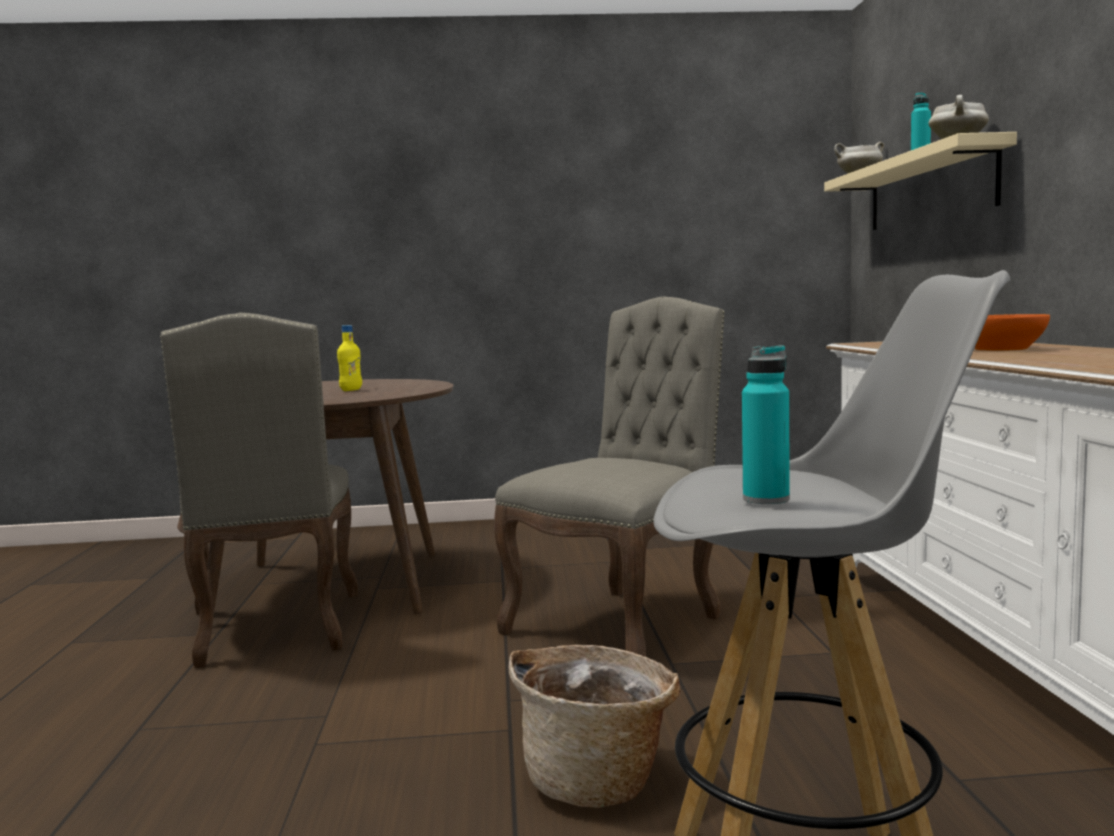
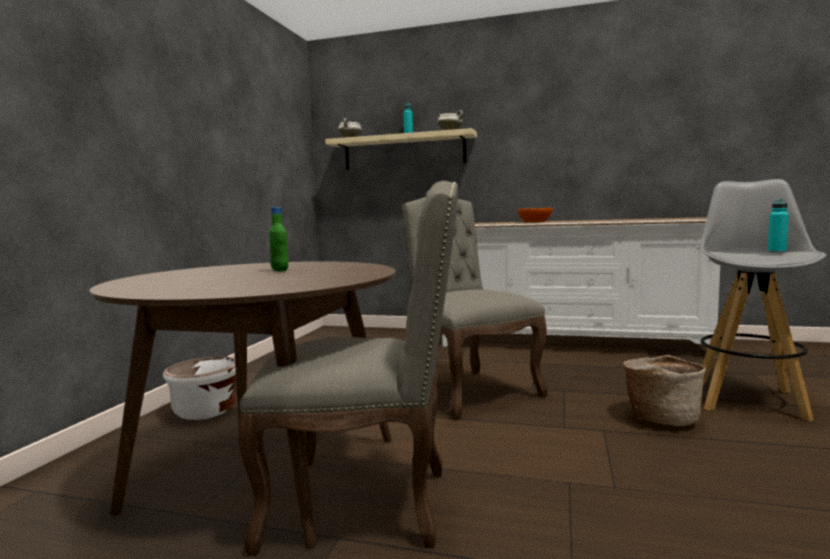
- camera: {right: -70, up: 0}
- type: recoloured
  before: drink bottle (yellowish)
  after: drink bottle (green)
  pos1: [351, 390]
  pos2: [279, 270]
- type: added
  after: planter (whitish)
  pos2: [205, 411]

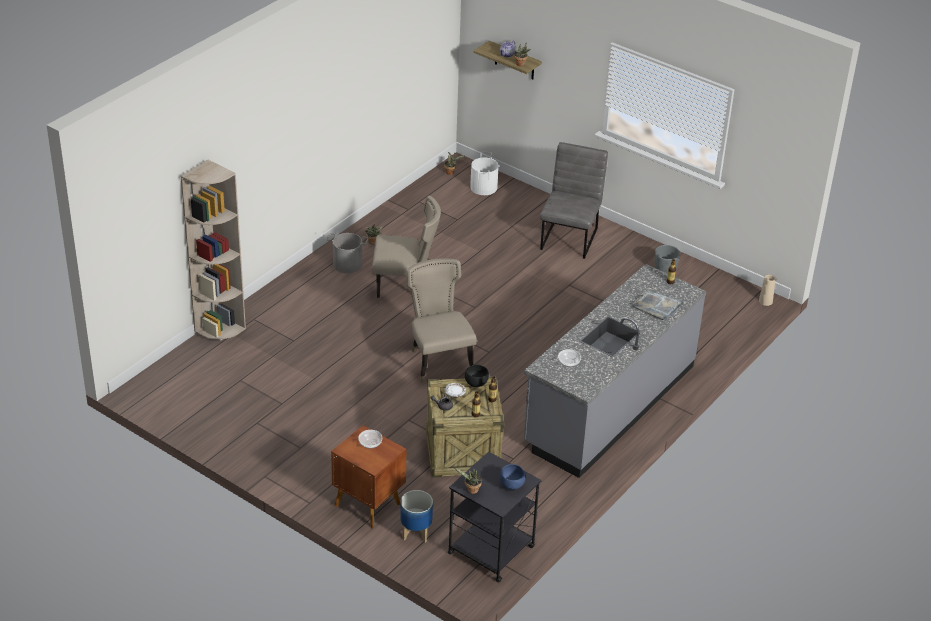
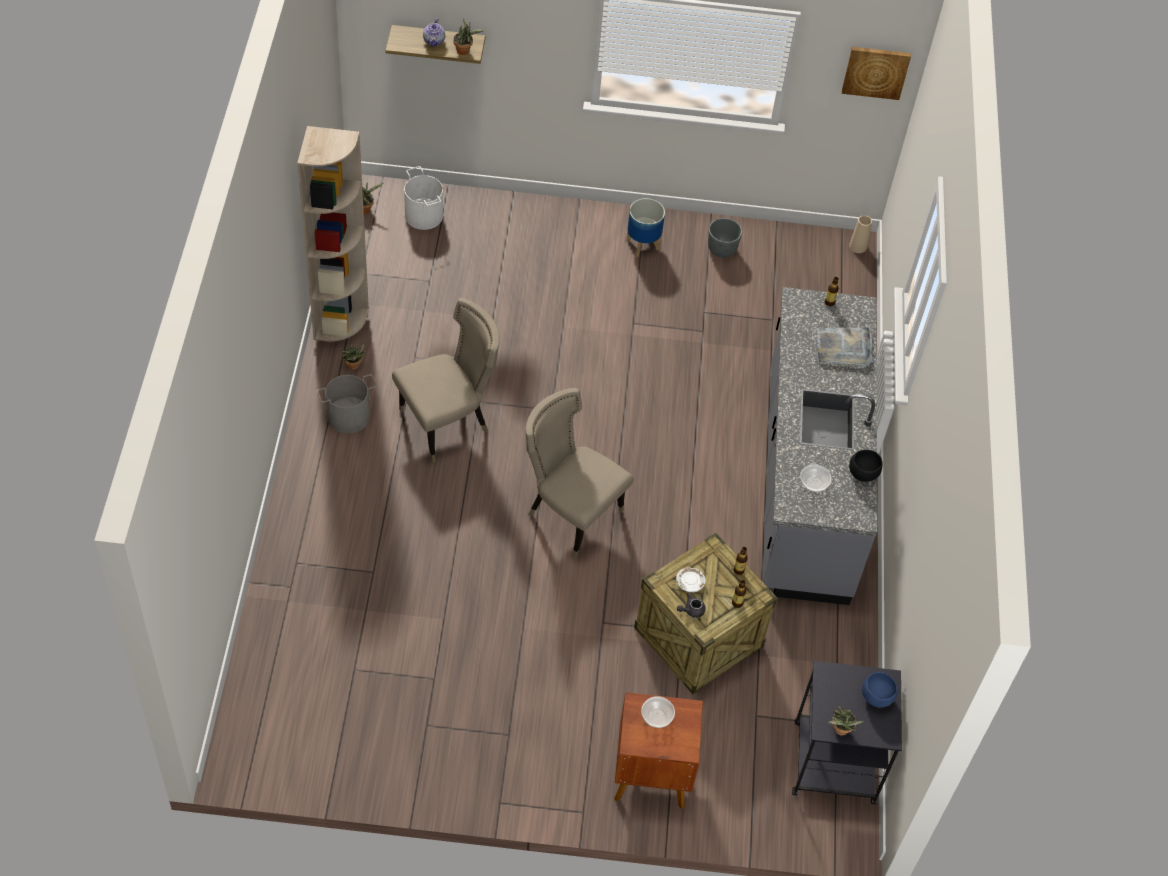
- camera: {right: -35, up: 15}
- type: removed
  before: chair (greyish)
  pos1: [570, 237]
- type: moved
  before: bookshelf (beige-coloured)
  pos1: [220, 333]
  pos2: [340, 327]
- type: moved
  before: serving bowl (black-coloured)
  pos1: [476, 383]
  pos2: [862, 473]
- type: moved
  before: planter
  pos1: [416, 532]
  pos2: [642, 244]
- type: added
  after: picture
  pos2: [875, 71]

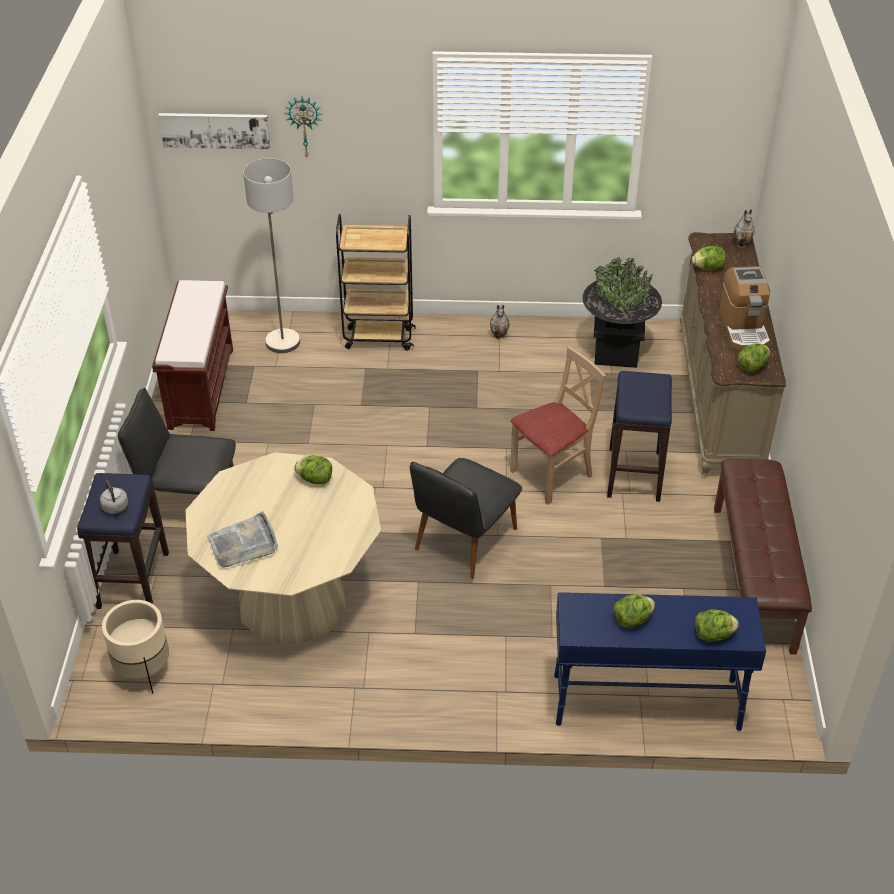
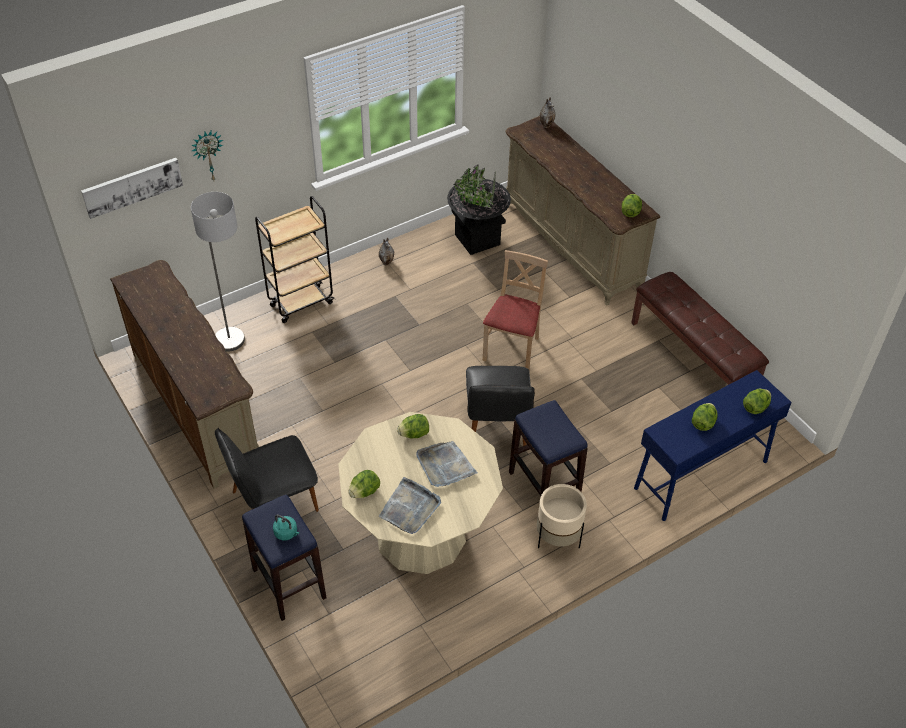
- camera: {right: -35, up: 5}
- type: moved
  before: lettuce head
  pos1: [708, 268]
  pos2: [364, 491]
- type: removed
  before: coffee machine
  pos1: [743, 328]
- type: replaced
  before: indoor bench (brown-coloured)
  after: cupboard (beige-coloured)
  pos1: [201, 387]
  pos2: [197, 407]
- type: moved
  before: stool
  pos1: [634, 475]
  pos2: [544, 487]
- type: recoloured
  before: kettle (greyish)
  after: kettle (turquoise)
  pos1: [115, 508]
  pos2: [287, 533]
- type: moved
  before: planter (beige-coloured)
  pos1: [143, 671]
  pos2: [558, 538]
- type: added
  after: carrying tray (greyish)
  pos2: [445, 466]

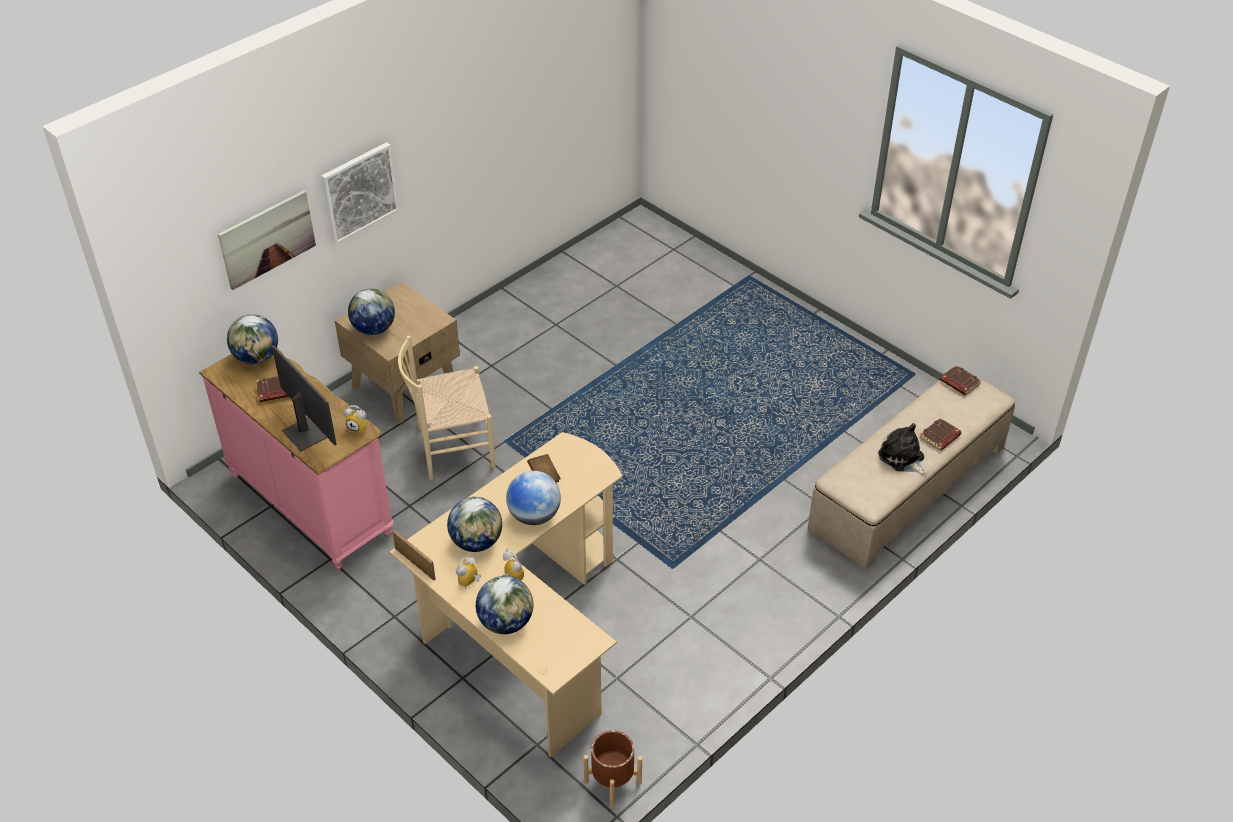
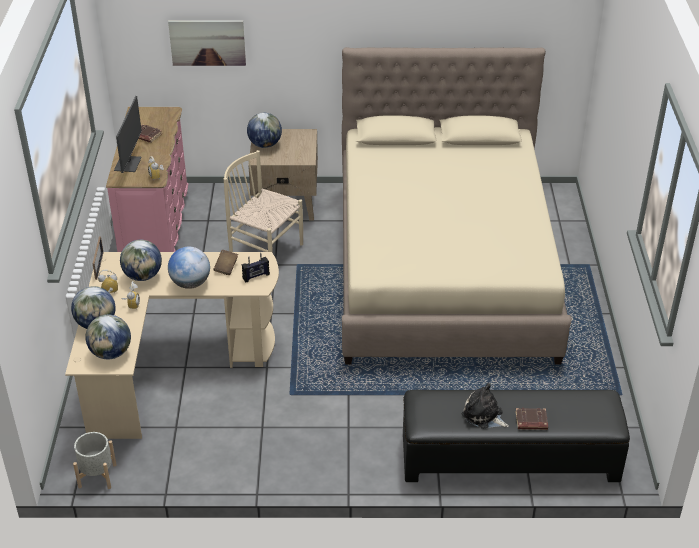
- camera: {right: 45, up: -5}
- type: removed
  before: picture
  pos1: [359, 192]
- type: moved
  before: globe
  pos1: [257, 357]
  pos2: [111, 353]
- type: removed
  before: bound book (brown-coloured)
  pos1: [959, 383]
- type: recoloured
  before: indoor bench (beige-coloured)
  after: indoor bench (black-coloured)
  pos1: [908, 488]
  pos2: [508, 457]
- type: turned
  before: plush toy
  pos1: [902, 458]
  pos2: [484, 415]
  turn: -60
- type: recoloured
  before: planter (brown-coloured)
  after: planter (greyish)
  pos1: [613, 782]
  pos2: [97, 476]
- type: added
  after: bedroom bed (beige-coloured)
  pos2: [443, 267]
- type: added
  after: radio receiver
  pos2: [256, 276]

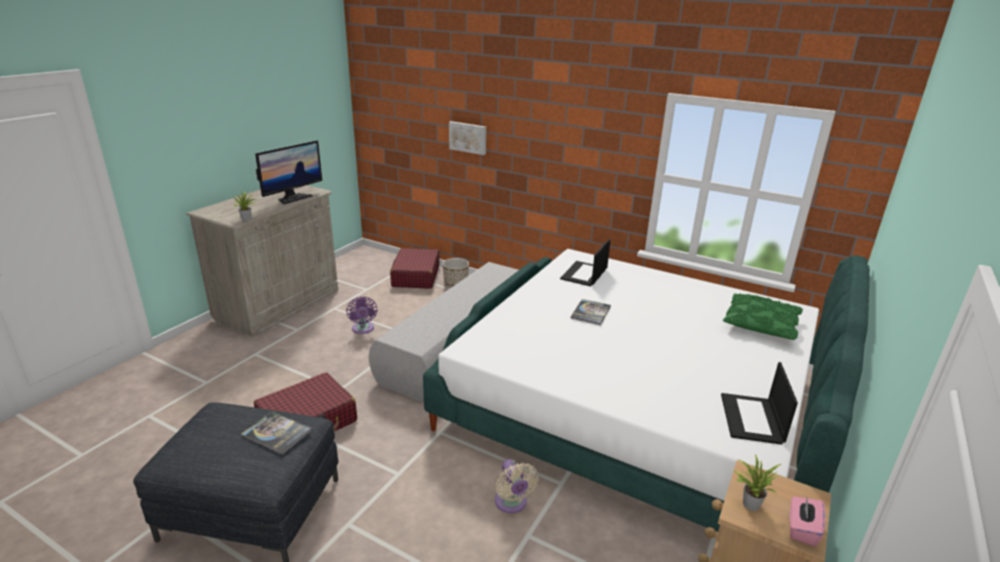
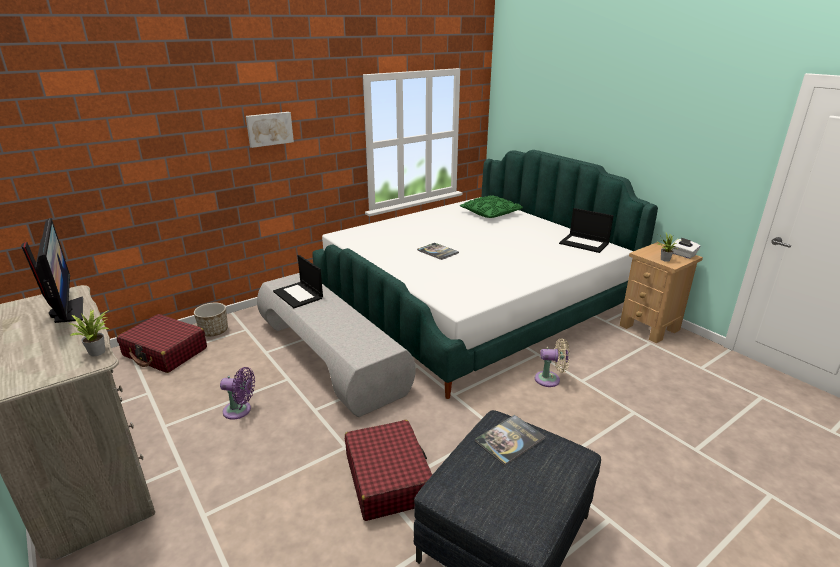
- camera: {right: -65, up: 0}
- type: moved
  before: picture
  pos1: [468, 137]
  pos2: [269, 129]
- type: moved
  before: notebook computer
  pos1: [584, 274]
  pos2: [298, 295]
- type: recoloured
  before: tissue box (pink-coloured)
  after: tissue box (whitish)
  pos1: [801, 529]
  pos2: [683, 255]

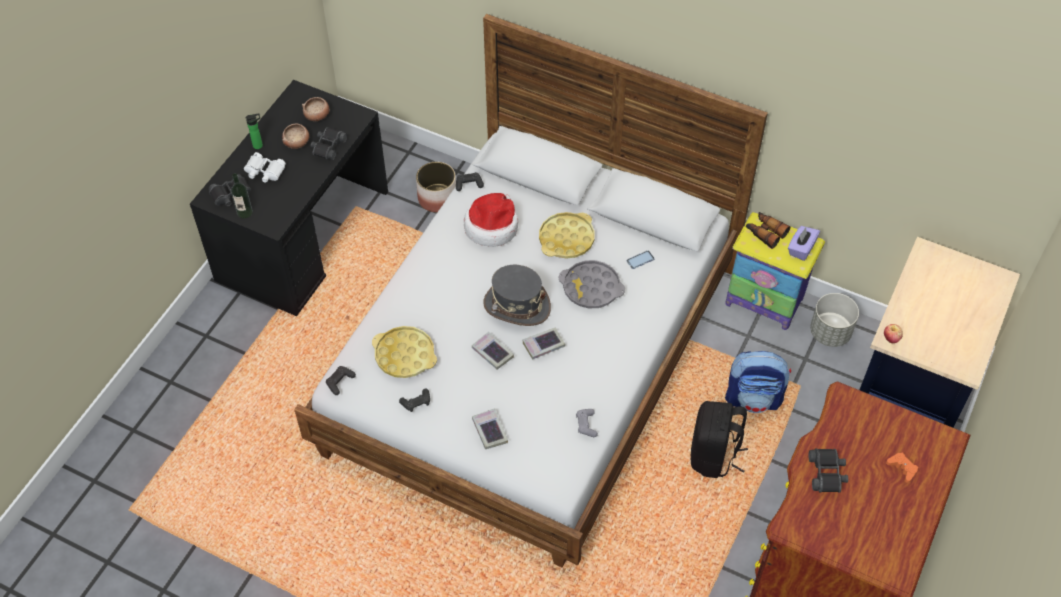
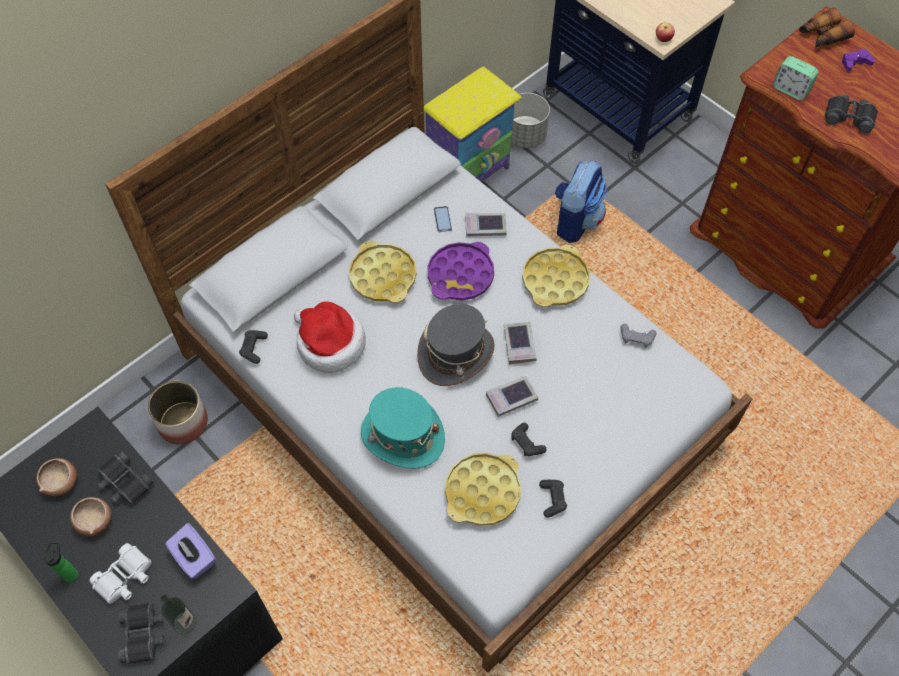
- camera: {right: -70, up: 5}
- type: moved
  before: pair of binoculars
  pos1: [765, 232]
  pos2: [822, 36]
- type: moved
  before: tissue box (purple)
  pos1: [801, 249]
  pos2: [194, 557]
- type: recoloured
  before: carrying tray (greyish)
  after: carrying tray (purple)
  pos1: [591, 288]
  pos2: [460, 275]
- type: moved
  before: joypad (black-coloured)
  pos1: [340, 382]
  pos2: [527, 443]
- type: removed
  before: rucksack (black-coloured)
  pos1: [713, 456]
- type: moved
  before: bound book
  pos1: [489, 431]
  pos2: [485, 227]
- type: recoloured
  before: joypad (orange-coloured)
  after: joypad (purple)
  pos1: [902, 468]
  pos2: [855, 62]
- type: added
  after: bedside clock
  pos2: [790, 89]
- type: added
  after: carrying tray (yellowish)
  pos2: [555, 280]
- type: added
  after: hat (turquoise)
  pos2: [402, 436]

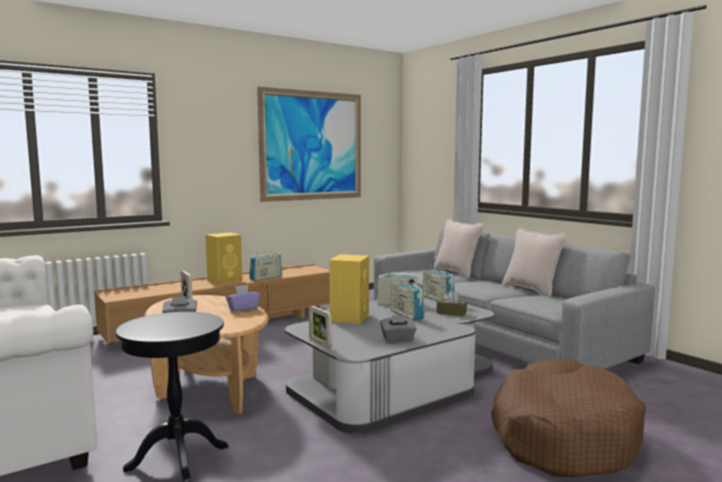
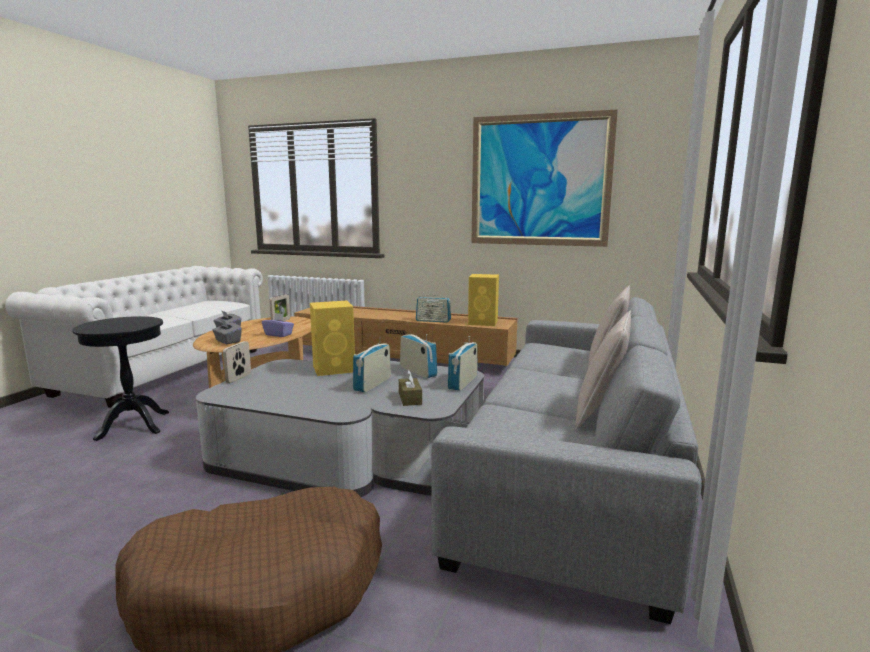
- camera: {right: 55, up: 5}
- type: moved
  before: audio speaker (yellowish)
  pos1: [225, 280]
  pos2: [484, 323]
- type: moved
  before: tissue box (greyish)
  pos1: [398, 339]
  pos2: [227, 341]

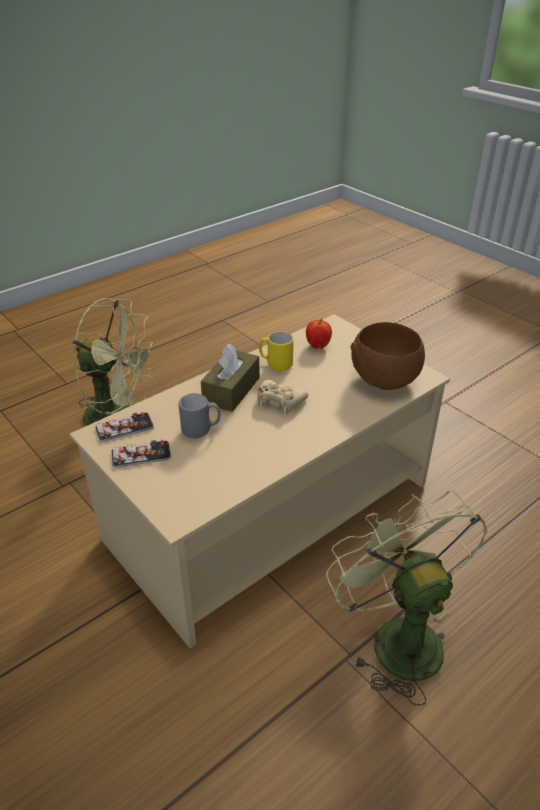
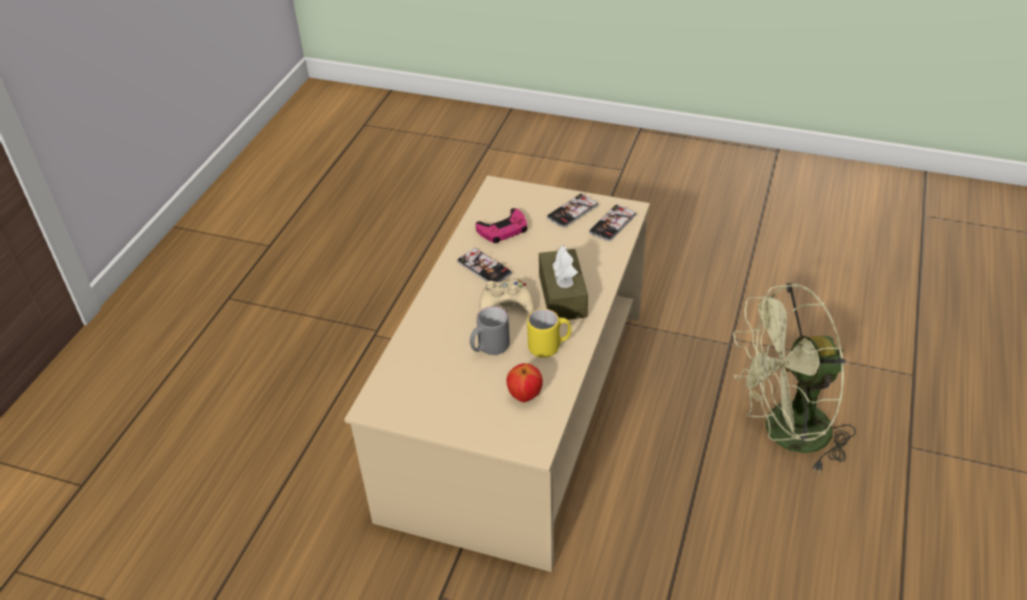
- camera: {right: 150, up: 5}
- type: removed
  before: serving bowl (brown-coloured)
  pos1: [386, 380]
- type: moved
  before: coffee mug (greyish)
  pos1: [201, 430]
  pos2: [489, 348]
- type: removed
  before: fan (green)
  pos1: [396, 636]
- type: added
  after: joypad (pink-coloured)
  pos2: [503, 230]
- type: added
  after: handset
  pos2: [484, 267]

